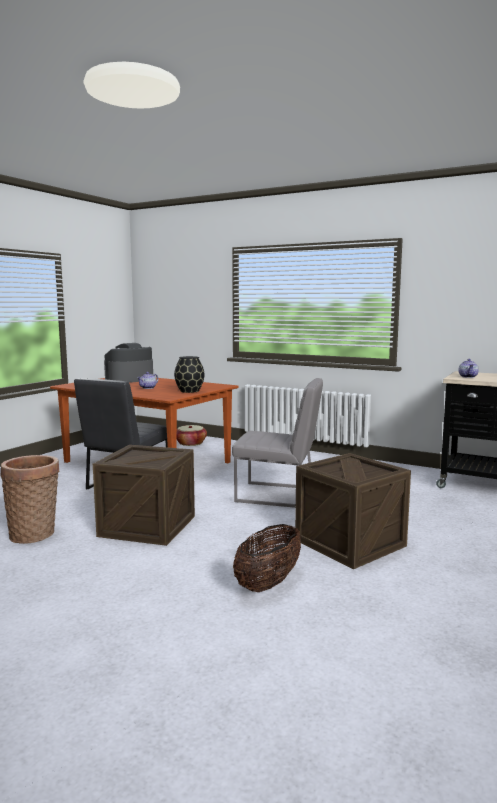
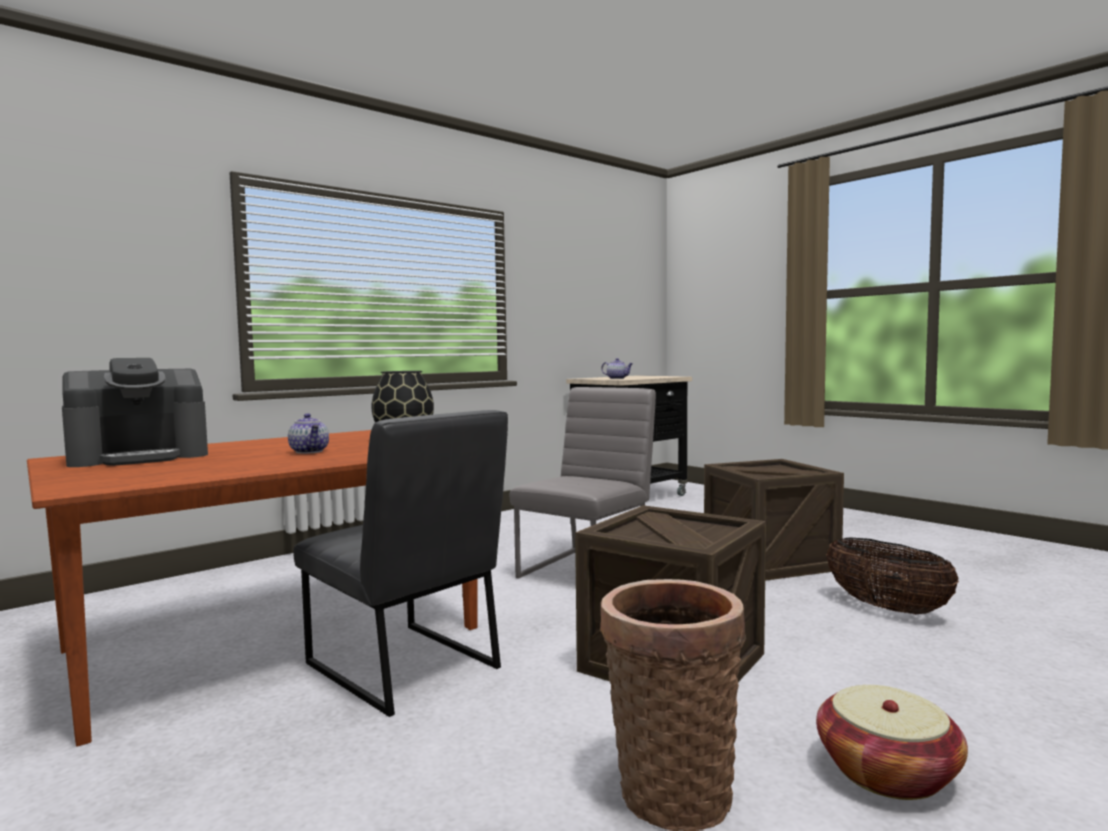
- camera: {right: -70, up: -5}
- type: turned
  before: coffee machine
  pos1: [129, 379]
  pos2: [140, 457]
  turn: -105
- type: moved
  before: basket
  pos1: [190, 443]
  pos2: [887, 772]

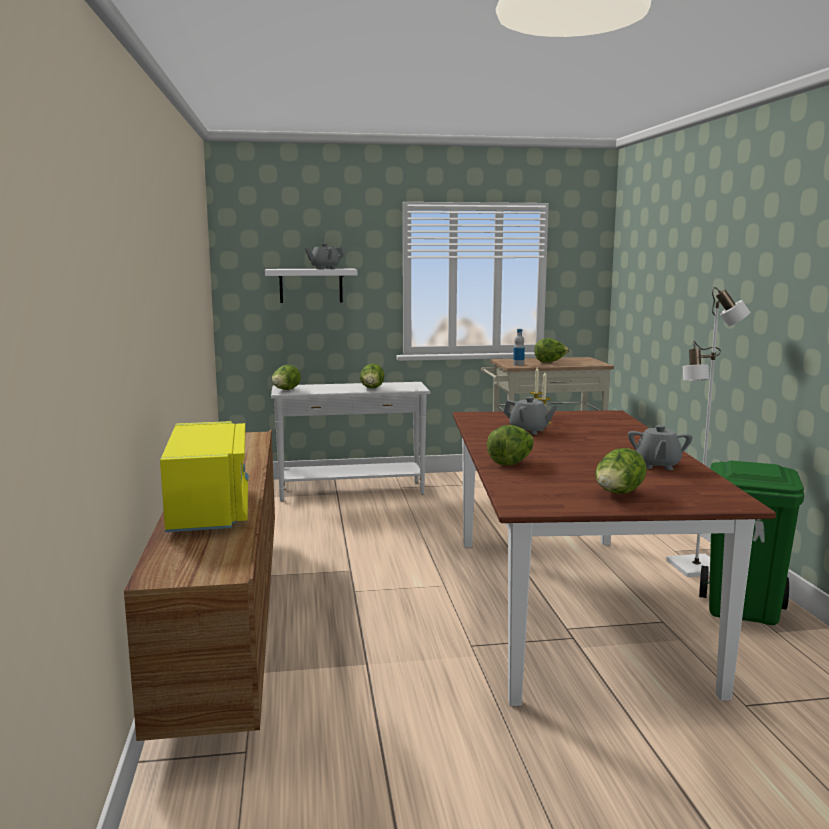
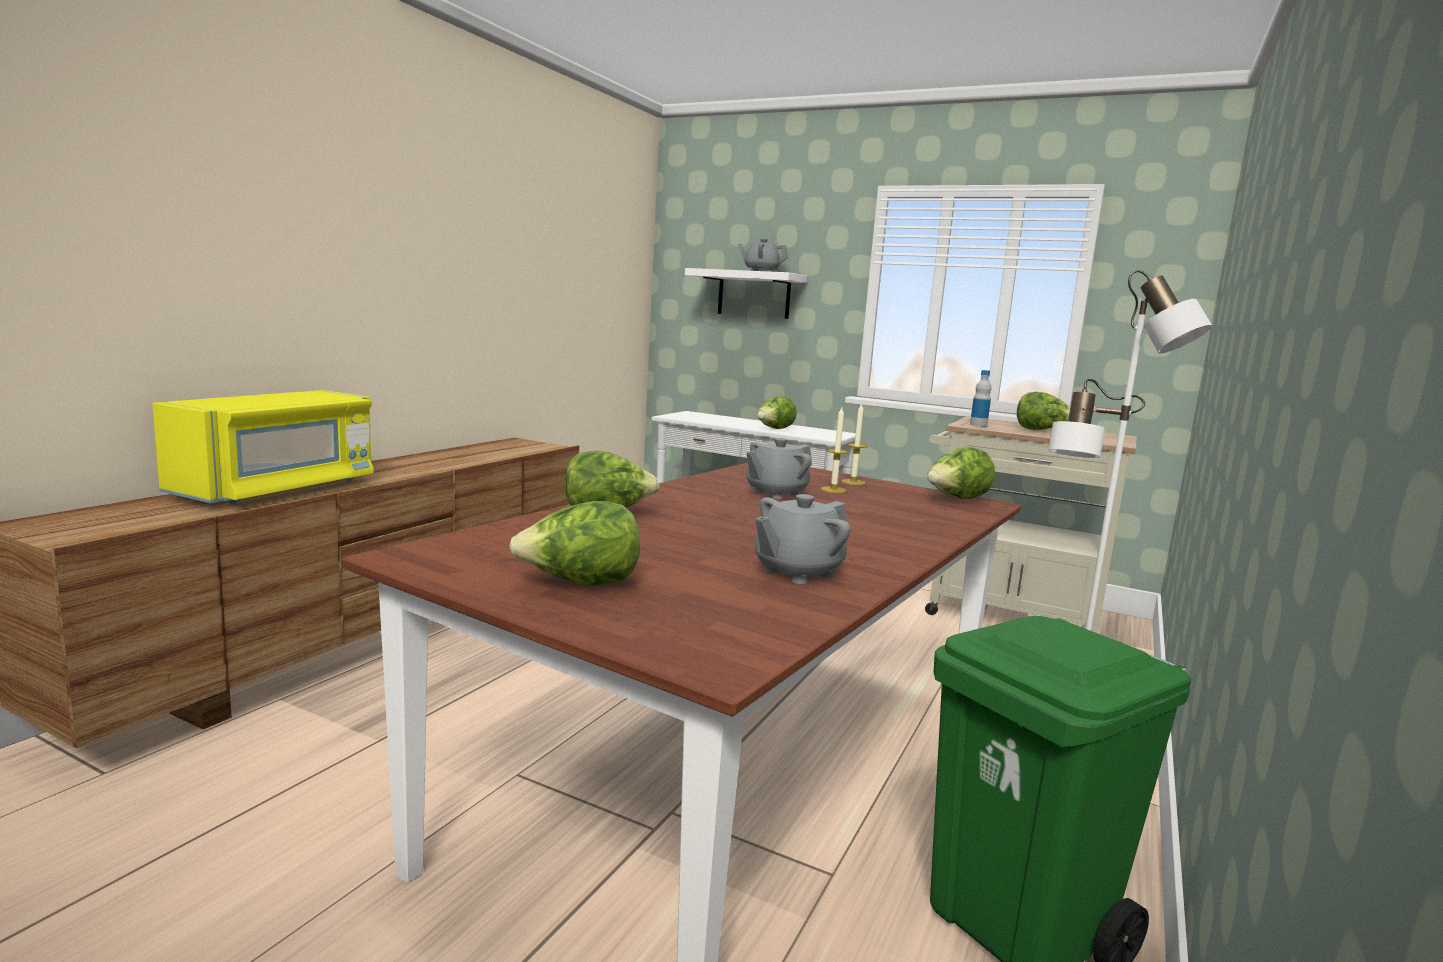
- camera: {right: 35, up: 0}
- type: moved
  before: lettuce head
  pos1: [285, 390]
  pos2: [956, 499]
- type: turned
  before: pot for tea (greyish)
  pos1: [529, 431]
  pos2: [776, 493]
  turn: 75

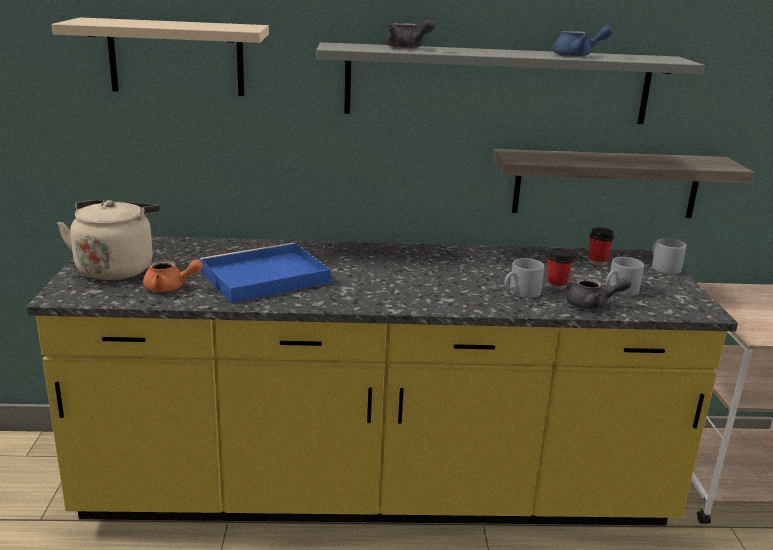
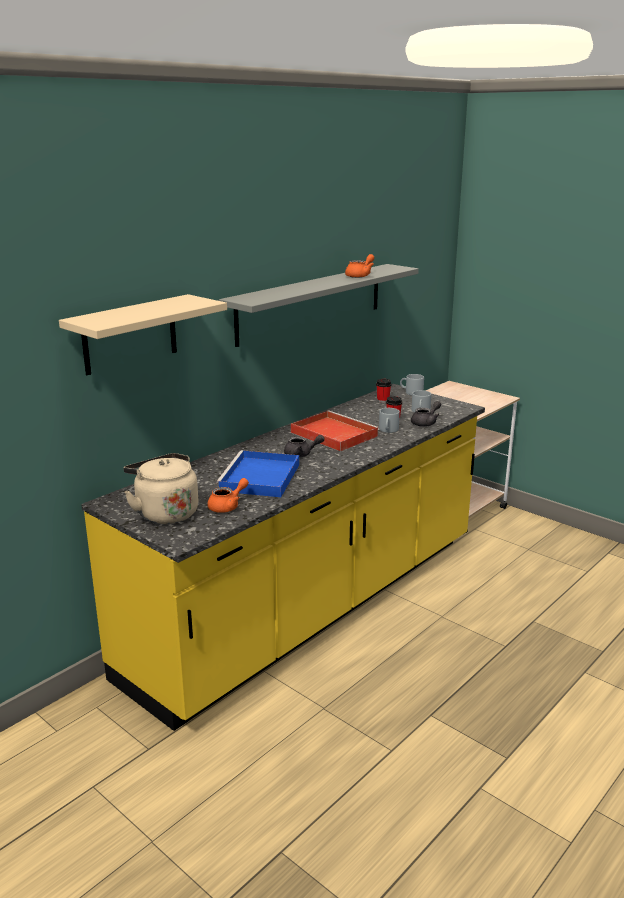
- camera: {right: -45, up: 0}
- type: moved
  before: pot for tea (greyish)
  pos1: [407, 48]
  pos2: [301, 454]
- type: recoloured
  before: pot for tea (blue-coloured)
  after: pot for tea (orange-coloured)
  pos1: [577, 56]
  pos2: [360, 275]
- type: removed
  before: wall shelf
  pos1: [606, 184]
- type: added
  after: carrying tray (reddish)
  pos2: [332, 434]

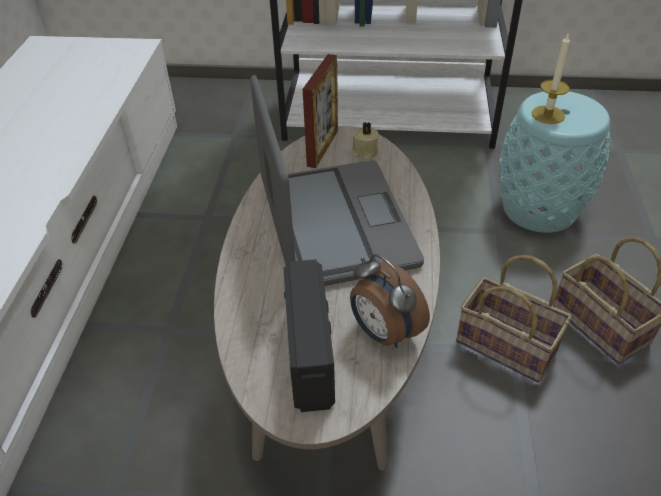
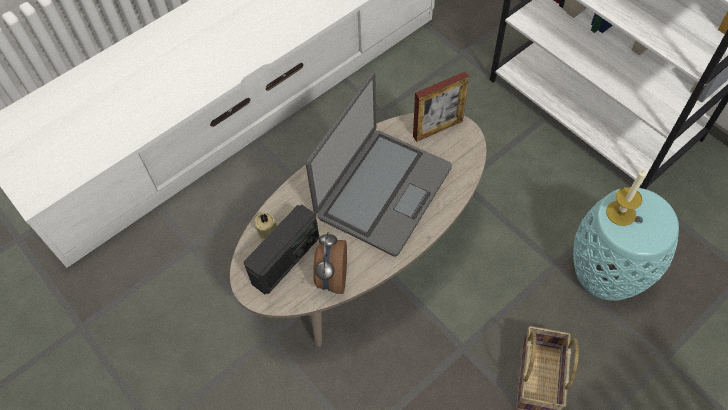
- camera: {right: 45, up: 15}
- type: moved
  before: candle (beige-coloured)
  pos1: [364, 152]
  pos2: [266, 229]
- type: removed
  before: basket
  pos1: [509, 346]

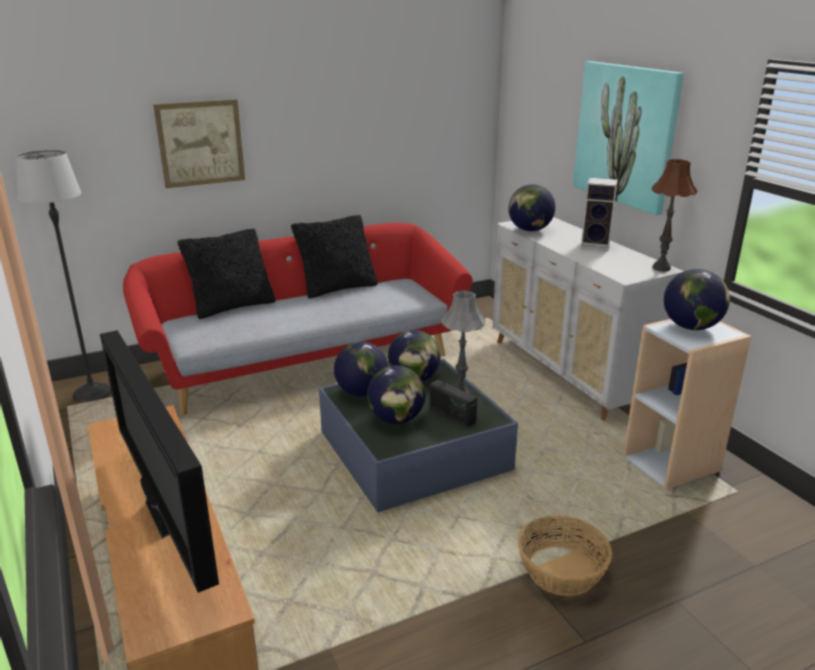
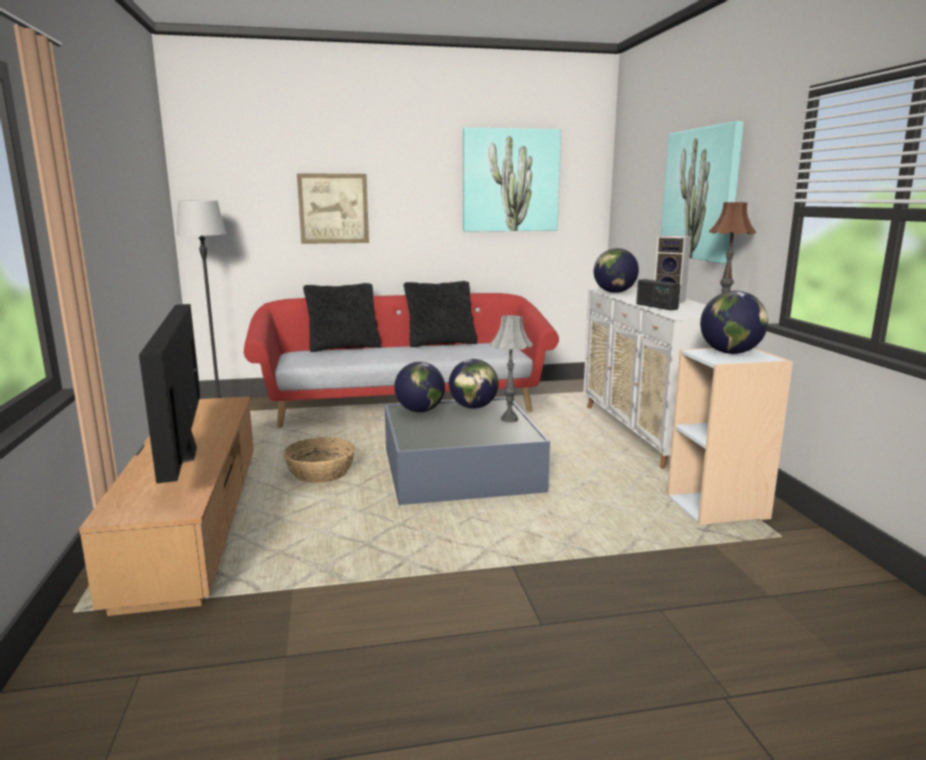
- camera: {right: 15, up: -10}
- type: removed
  before: globe
  pos1: [396, 419]
- type: moved
  before: radio receiver
  pos1: [452, 415]
  pos2: [656, 306]
- type: moved
  before: basket
  pos1: [562, 571]
  pos2: [321, 473]
- type: added
  after: picture
  pos2: [510, 180]

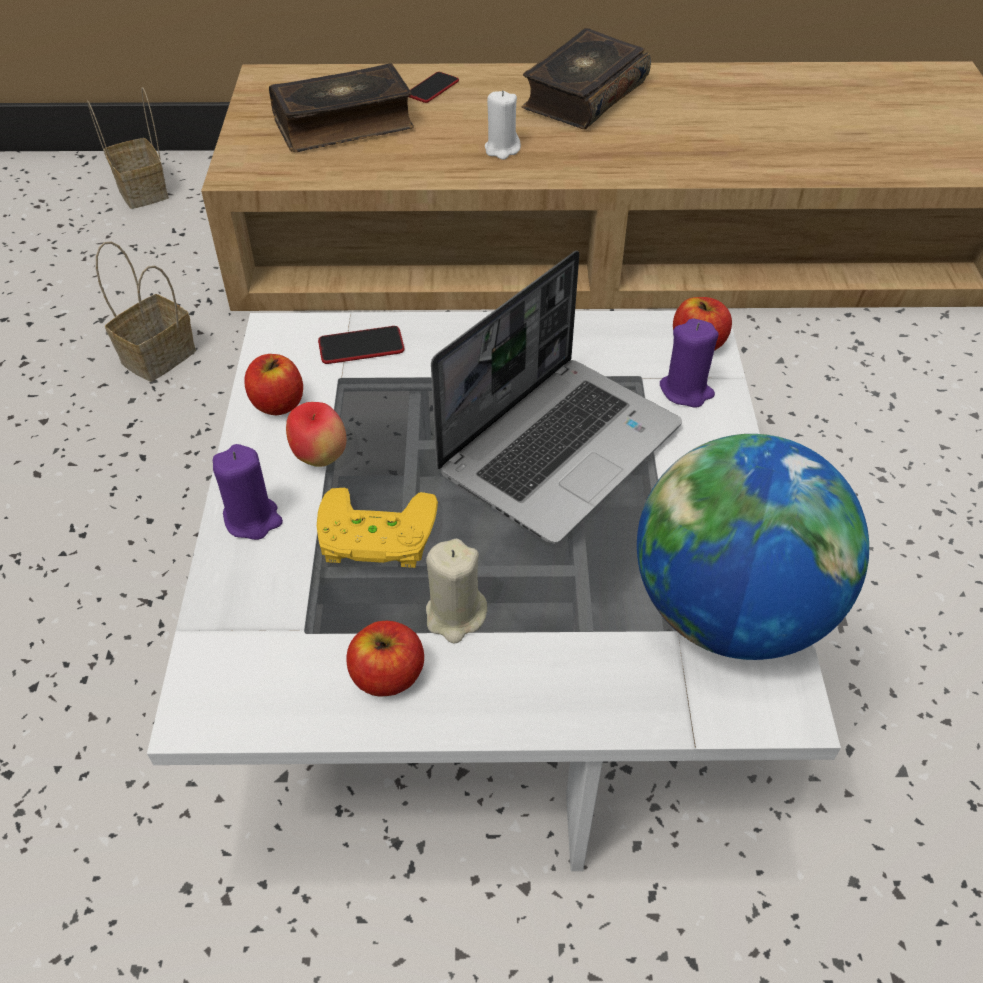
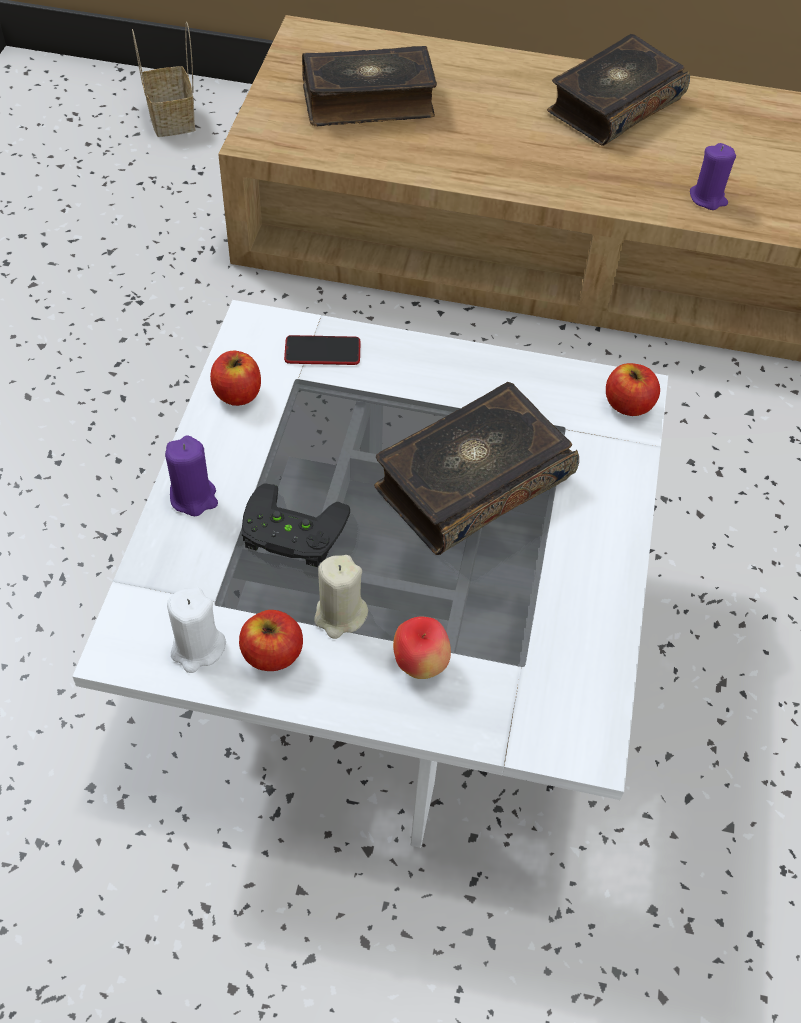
- camera: {right: 10, up: 5}
- type: removed
  before: handset
  pos1: [432, 88]
- type: moved
  before: candle (whitish)
  pos1: [502, 149]
  pos2: [197, 648]
- type: removed
  before: basket
  pos1: [159, 355]
- type: replaced
  before: notebook computer
  after: bound book
  pos1: [560, 447]
  pos2: [471, 482]
- type: moved
  before: candle (purple)
  pos1: [686, 391]
  pos2: [708, 198]
- type: moved
  before: apple
  pos1: [320, 457]
  pos2: [420, 664]
- type: removed
  before: globe
  pos1: [729, 611]
- type: recoloured
  before: joypad (yellowish)
  after: joypad (black-coloured)
  pos1: [375, 539]
  pos2: [290, 535]

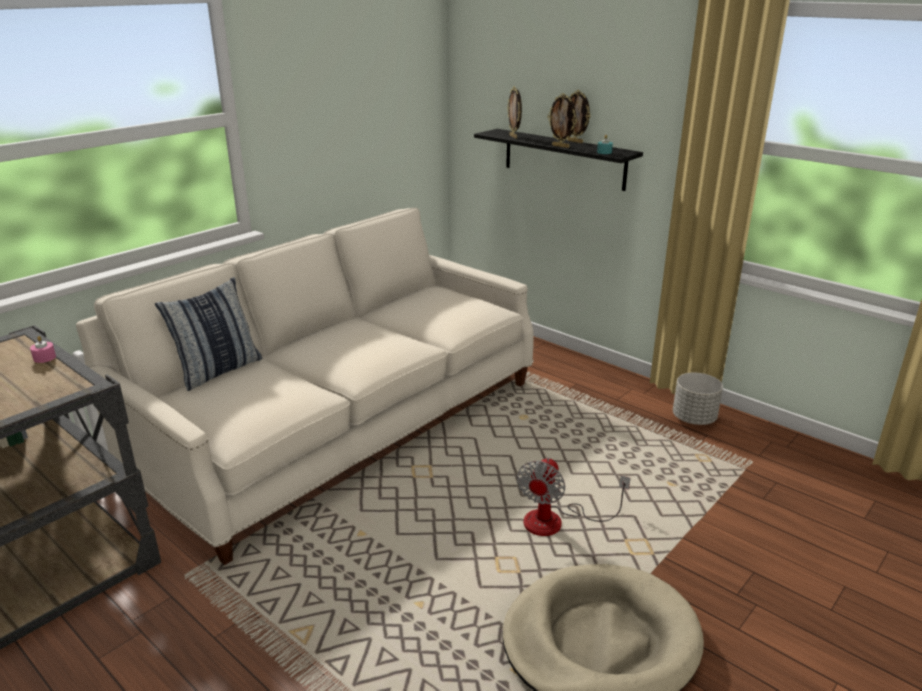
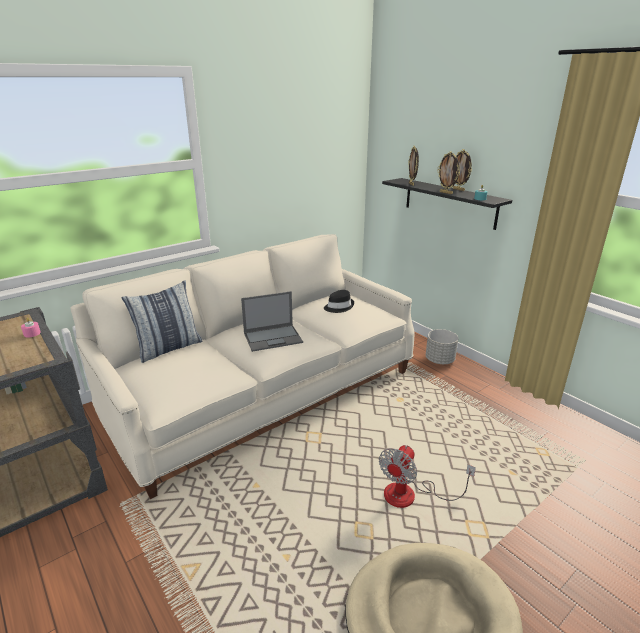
- camera: {right: 10, up: 0}
- type: moved
  before: planter (greyish)
  pos1: [694, 418]
  pos2: [440, 360]
- type: added
  after: hat (black-coloured)
  pos2: [338, 307]
- type: added
  after: notebook computer
  pos2: [273, 338]

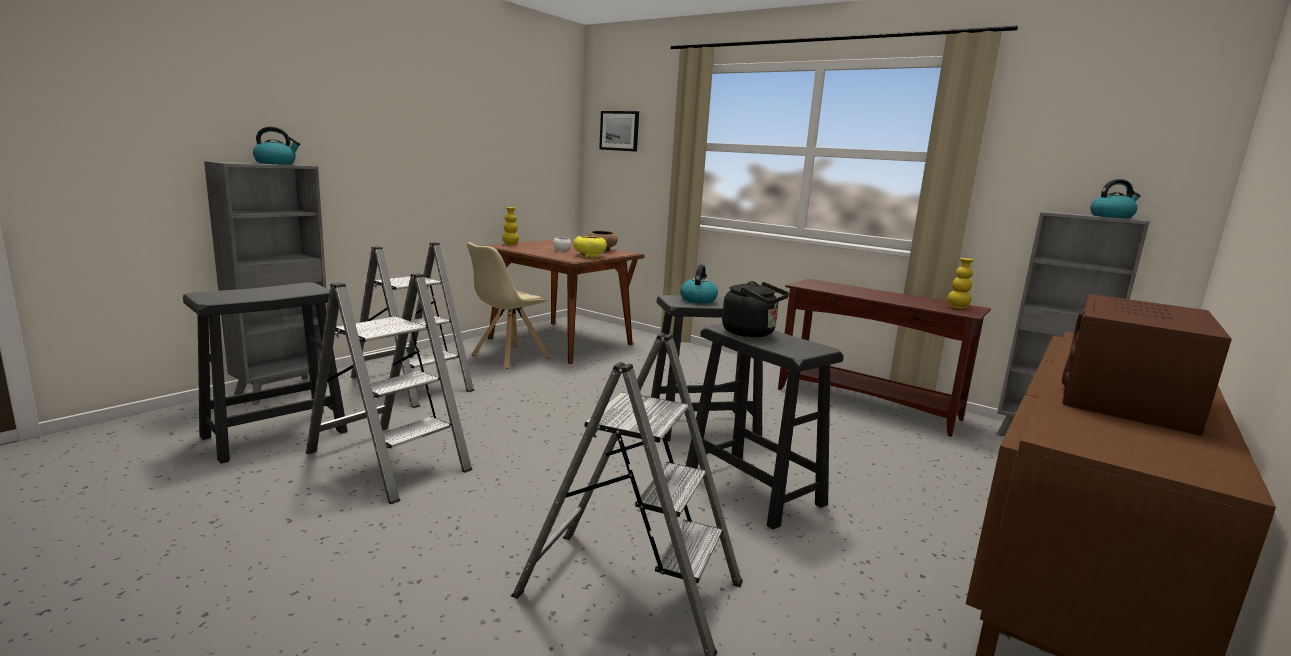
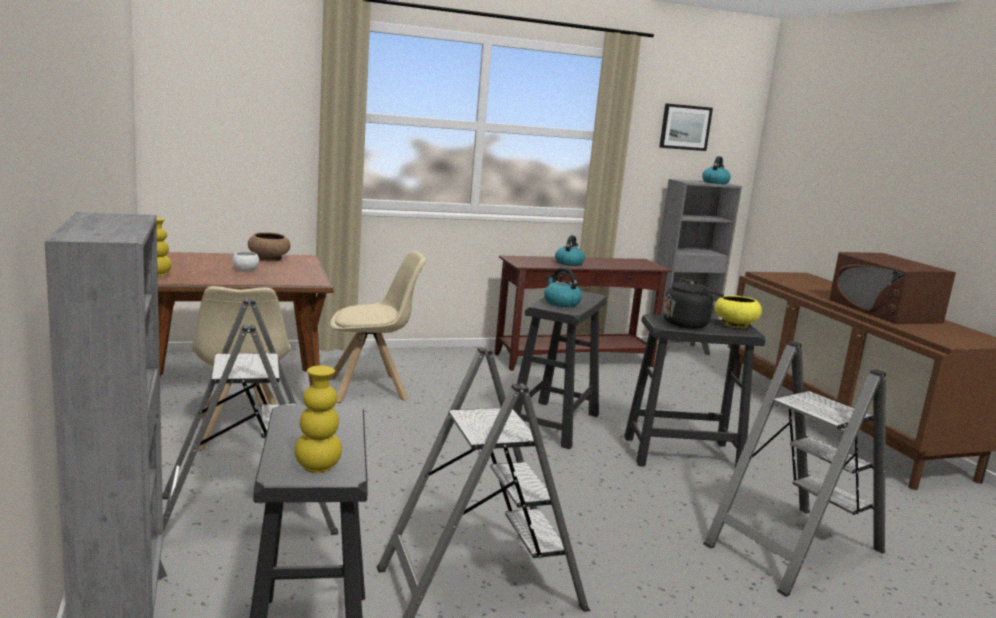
- camera: {right: -55, up: 0}
- type: moved
  before: picture
  pos1: [619, 131]
  pos2: [685, 127]
- type: moved
  before: kettle
  pos1: [276, 163]
  pos2: [569, 263]
- type: moved
  before: serving bowl (yellowish)
  pos1: [589, 256]
  pos2: [734, 324]
- type: moved
  before: decorative vase (yellowish)
  pos1: [957, 307]
  pos2: [317, 468]
- type: added
  after: chair (beige-coloured)
  pos2: [371, 388]

